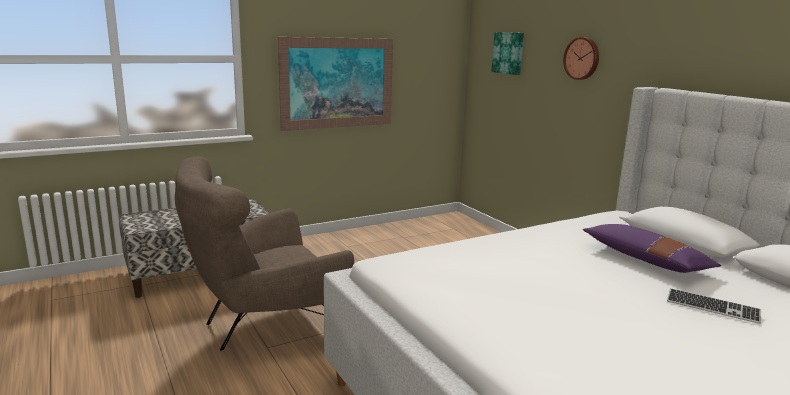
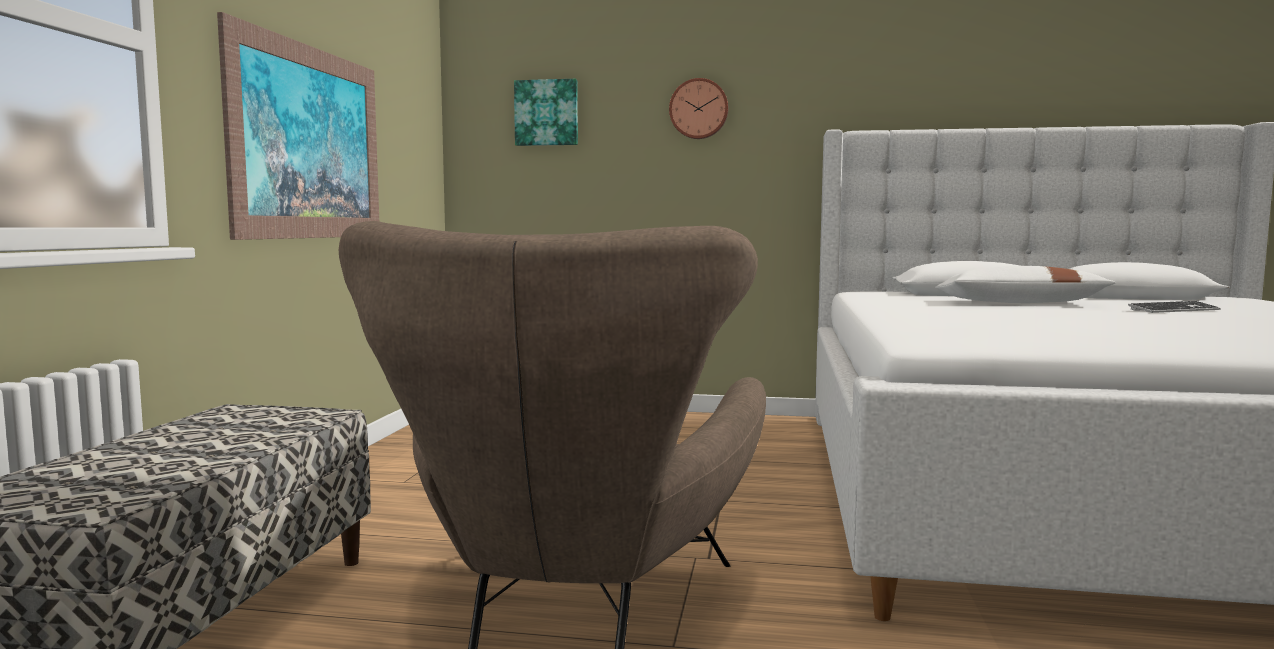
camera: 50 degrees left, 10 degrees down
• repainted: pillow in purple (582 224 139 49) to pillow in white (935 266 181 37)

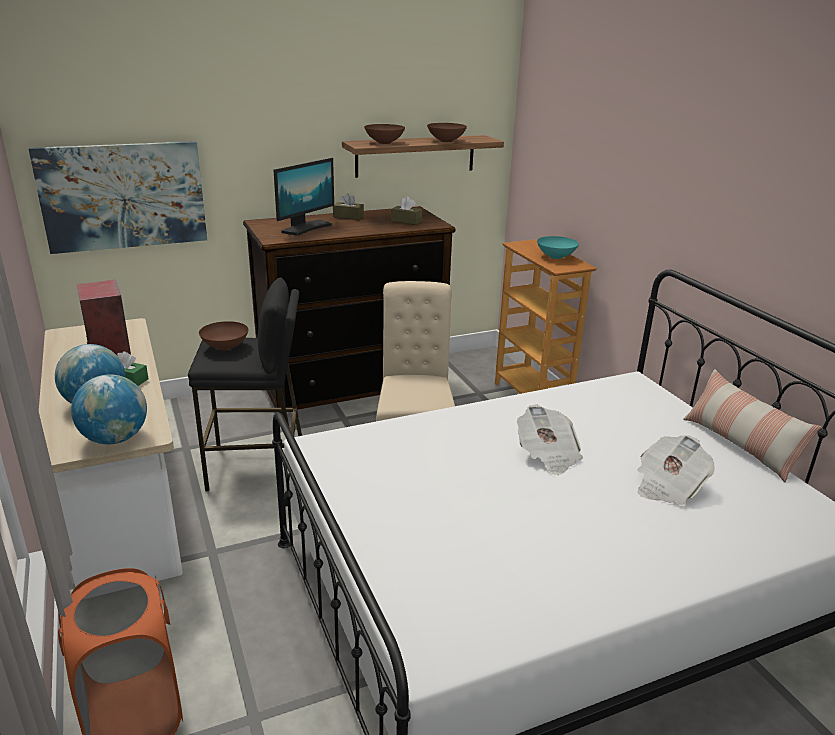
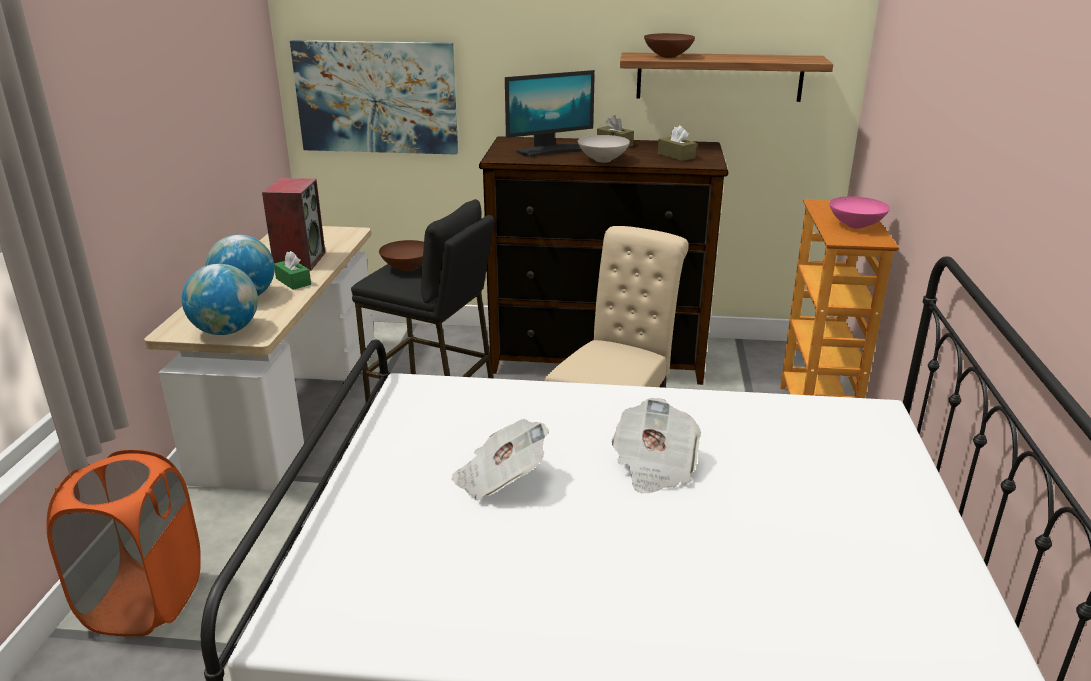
camera: 30 degrees right, 0 degrees up
• gone: bowl in brown (427 123 40 19)
• repainted: bowl in turquoise (537 236 42 23) to bowl in pink (829 196 61 33)
• shifted: newspaper (638 435 77 70) to (452 419 97 82)
• gone: pillow (683 369 139 113)
• new: bowl in white (578 135 52 27)

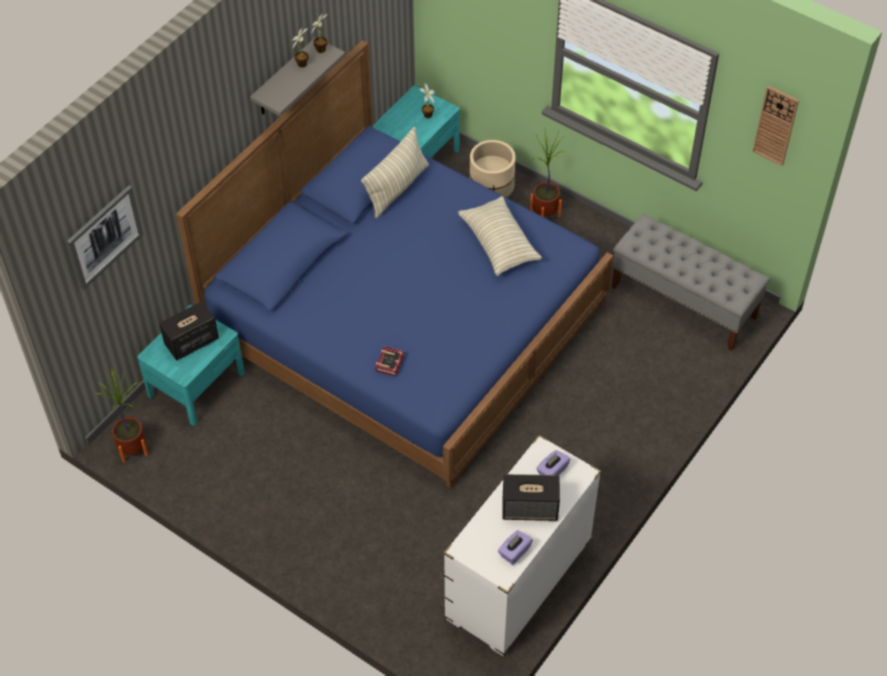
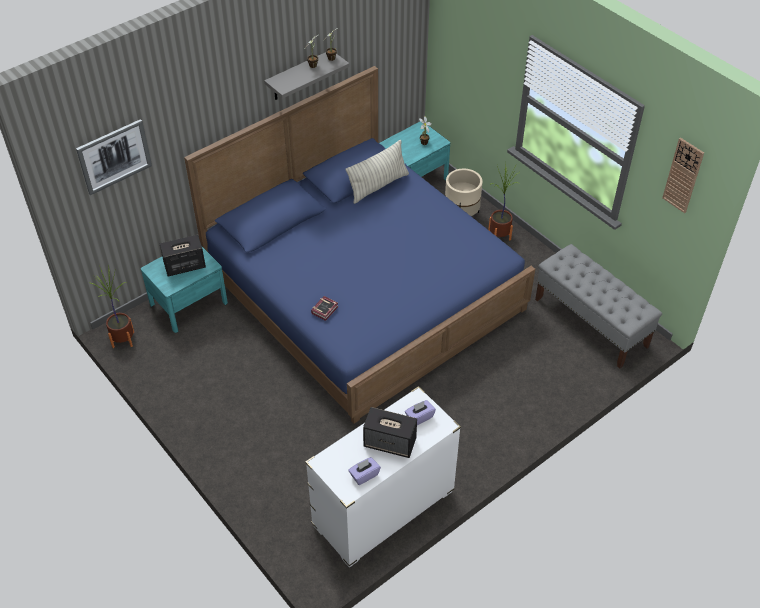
camera: 15 degrees right, 5 degrees down
• gone: pillow (458 196 84 80)

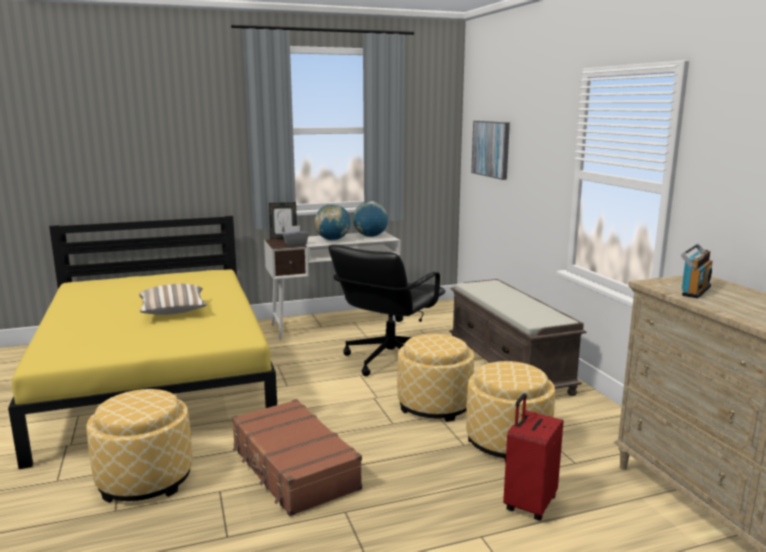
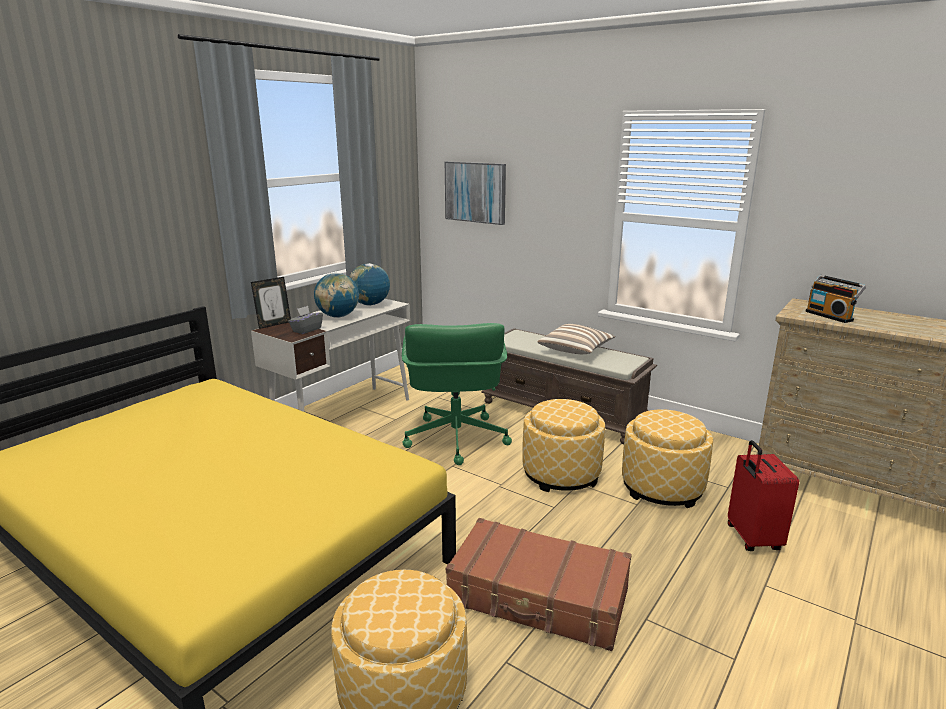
camera: 35 degrees left, 5 degrees up
• shifted: pillow (139 284 68 31) to (538 324 77 30)
• repainted: office chair in black (328 245 117 131) to office chair in green (402 323 110 142)
• rotated: radio (681 244 32 54) = (805 275 61 48) 150 degrees clockwise

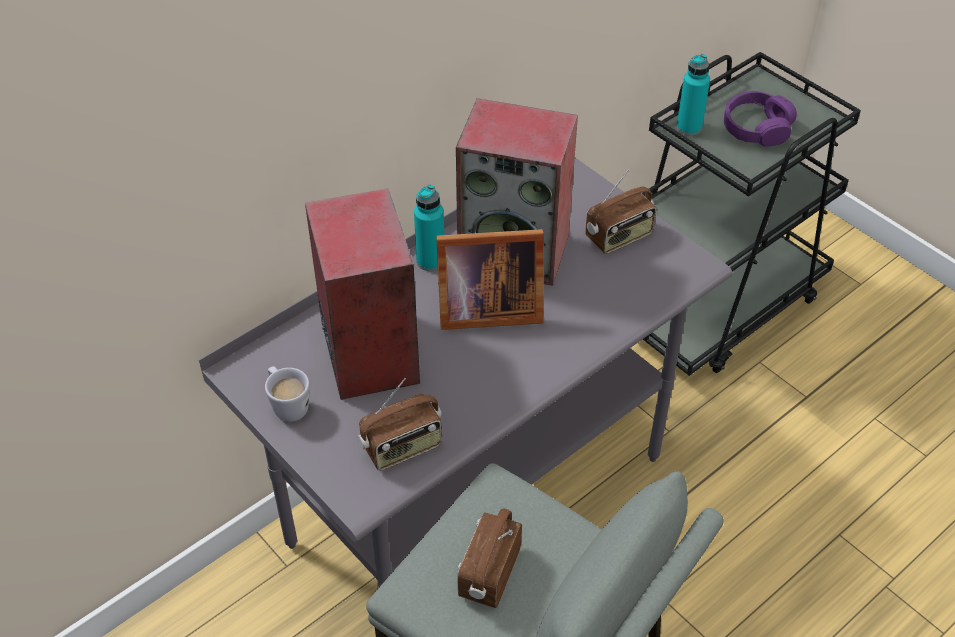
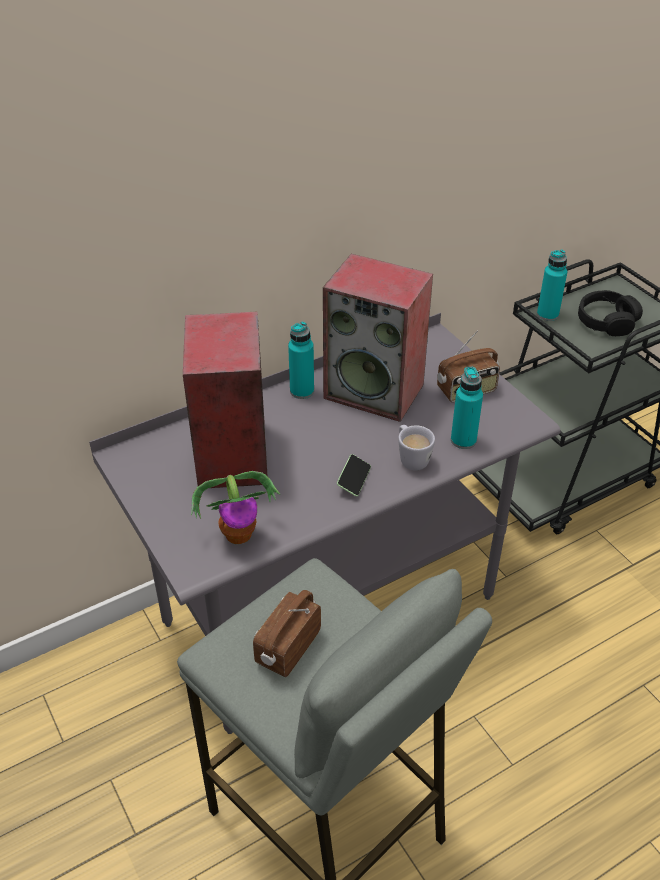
camera: 10 degrees right, 5 degrees down
• shifted: mug in white (265 366 45 56) to (398 425 37 46)
• swapped: radio (358 378 84 92) to potted plant (191 471 90 73)
• gone: picture frame (436 229 108 101)
• repainted: headphones in purple (724 91 73 56) to headphones in black (578 290 65 46)
• new: phone (337 454 34 42)
• new: bottle in turquoise (451 366 32 83)

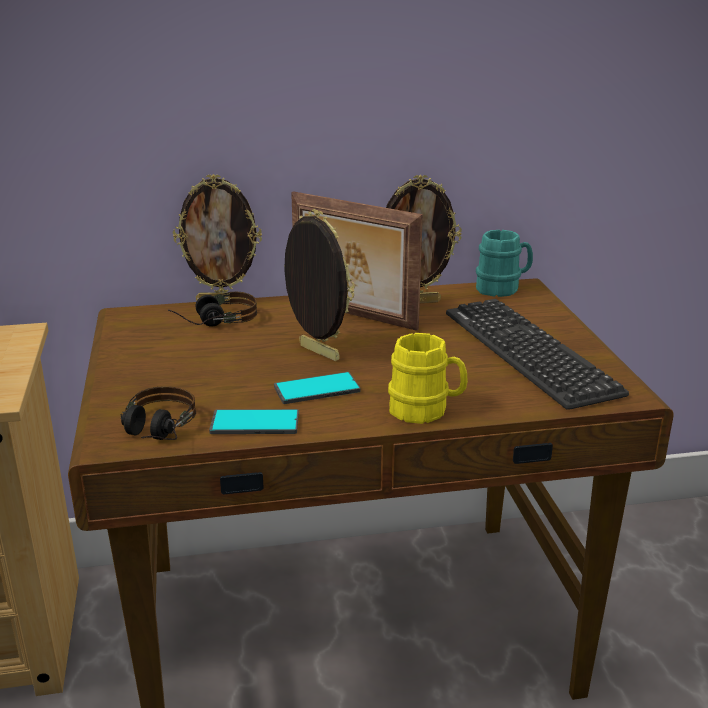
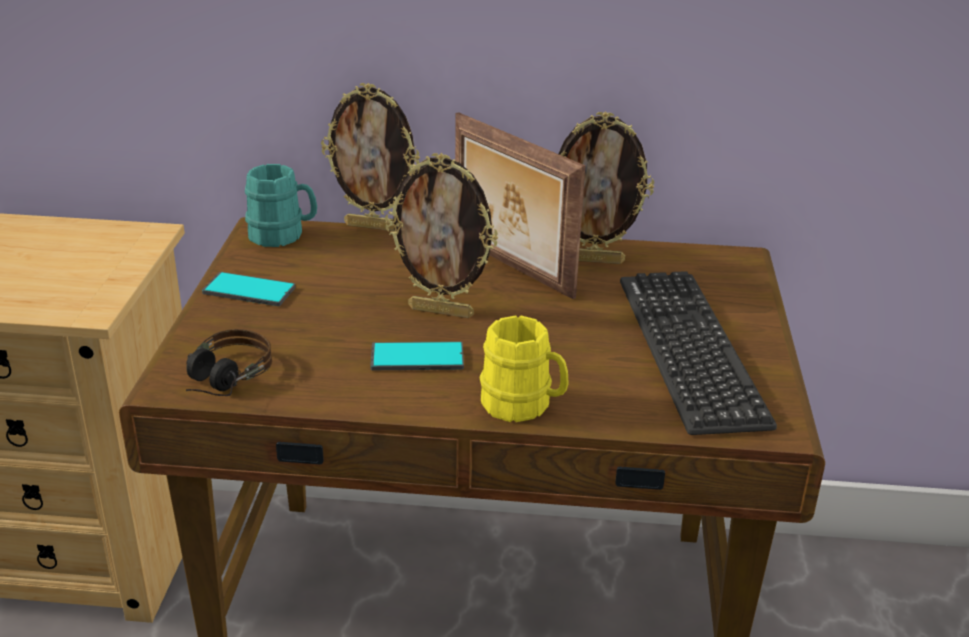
camera: 15 degrees right, 5 degrees up
• gone: headphones (168 292 89 35)
• shifted: phone (209 409 90 25) to (202 272 94 34)
• rotated: picture frame (284 209 71 152) = (385 153 113 165) 135 degrees clockwise
• shifted: mug in turquoise (476 230 57 67) to (245 164 72 83)

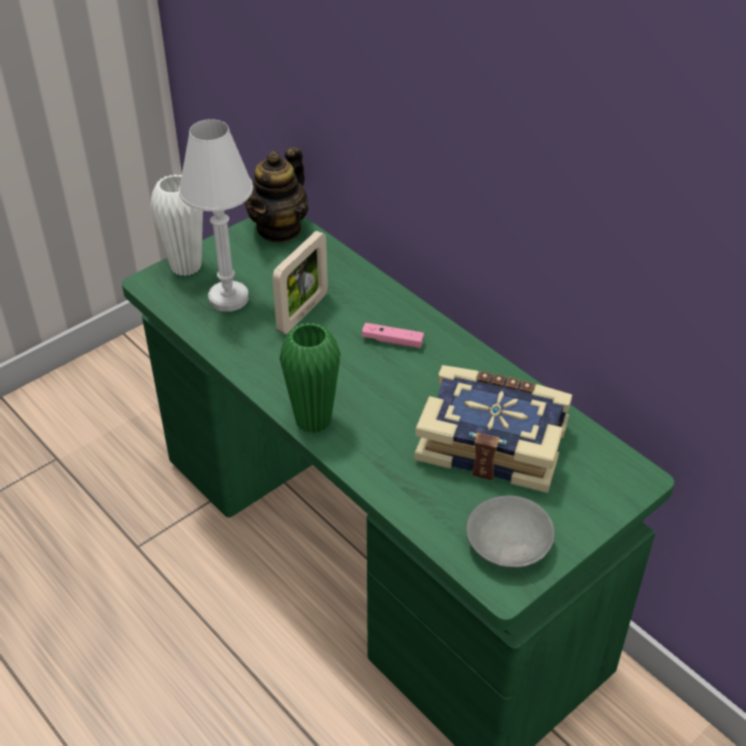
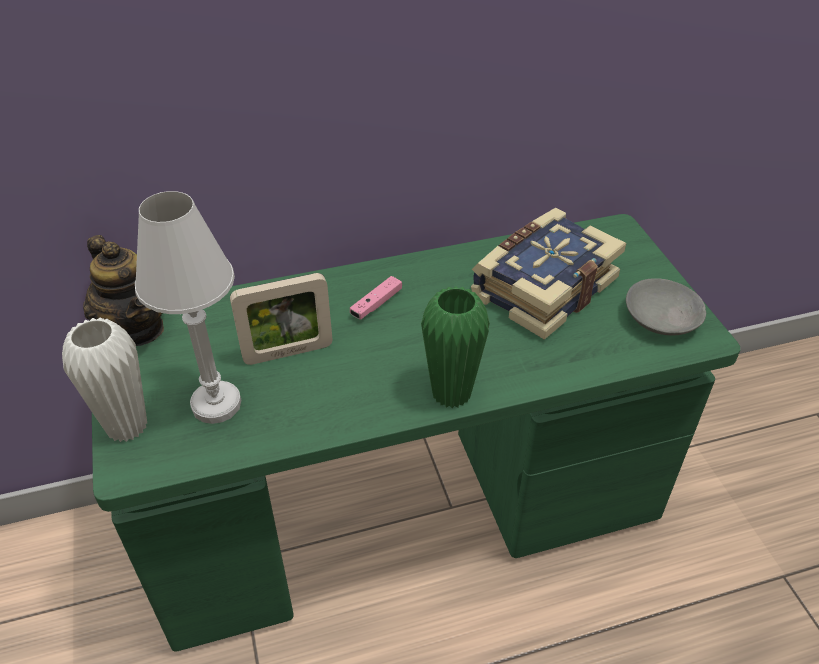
camera: 65 degrees left, 0 degrees up
• rotated: picture frame (272 231 56 103) = (230 273 103 92) 105 degrees clockwise

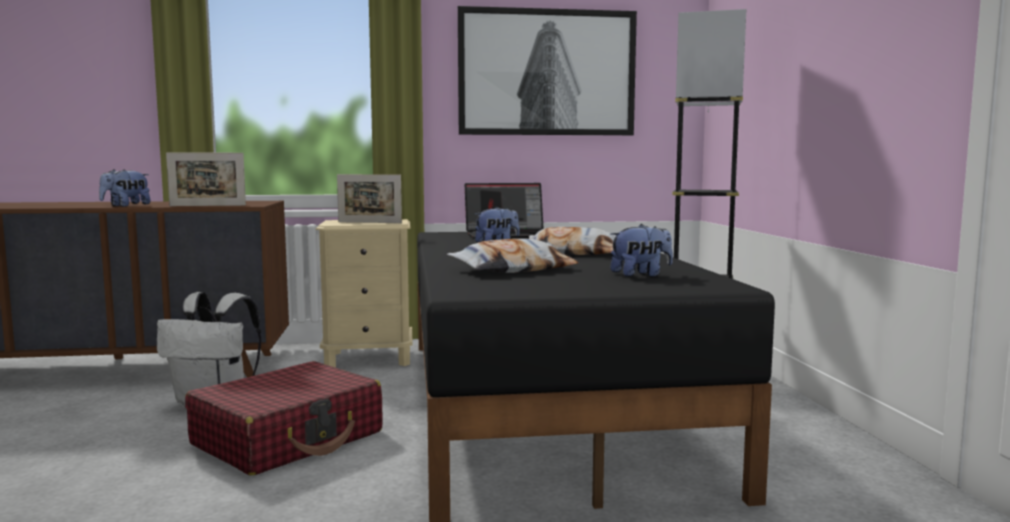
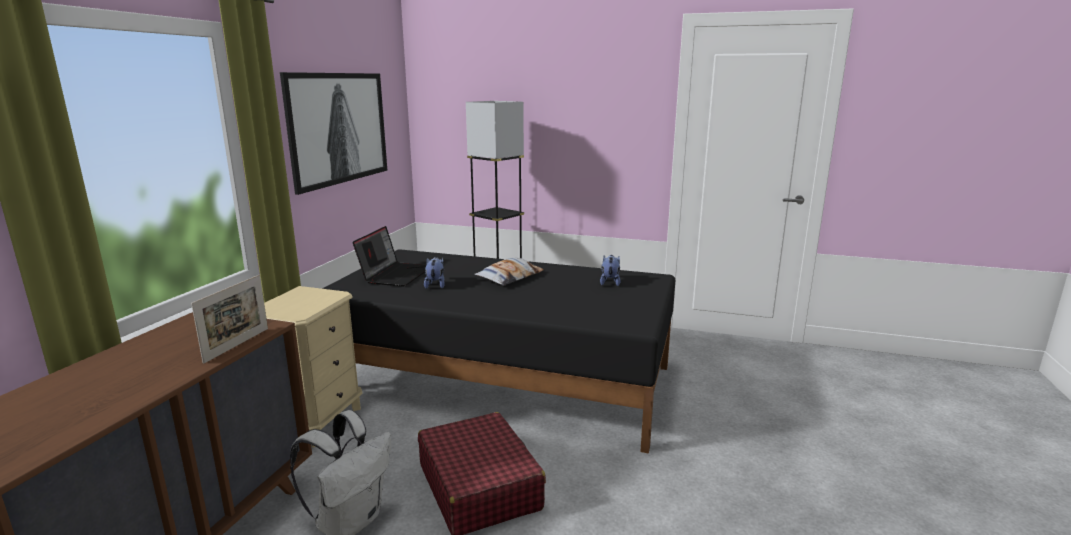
camera: 65 degrees left, 10 degrees up
• gone: plush toy (99 169 51 38)
• gone: picture frame (337 174 65 49)
• gone: pillow (447 238 132 35)

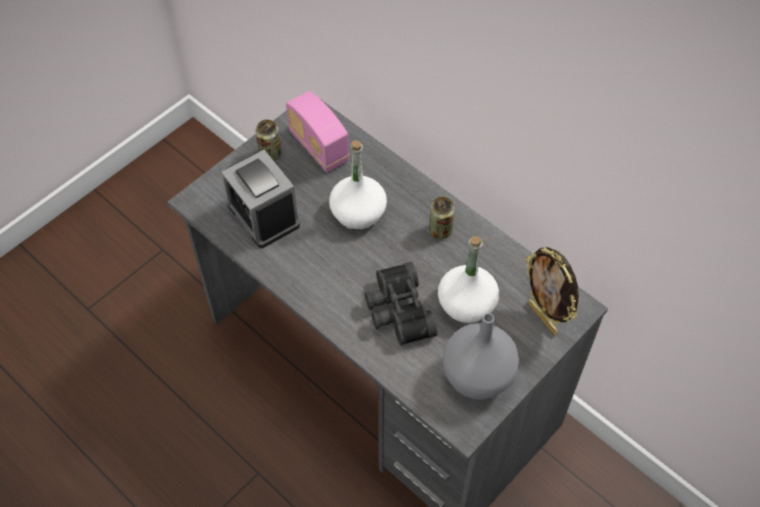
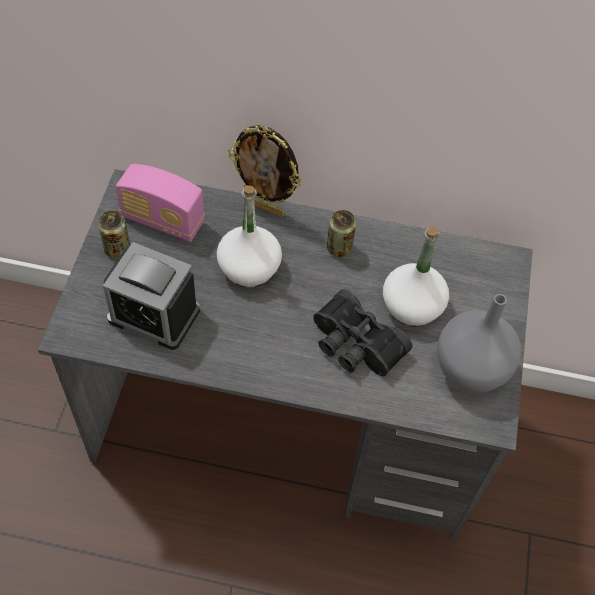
camera: 35 degrees left, 0 degrees up
• shifted: picture frame (525 247 54 88) to (228 125 74 92)

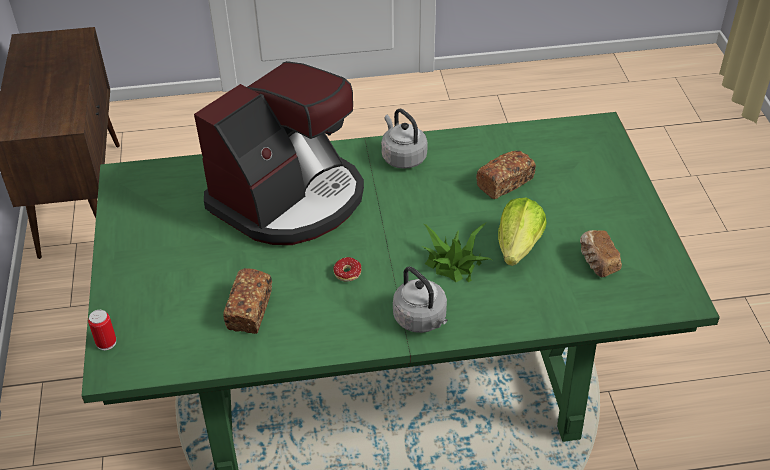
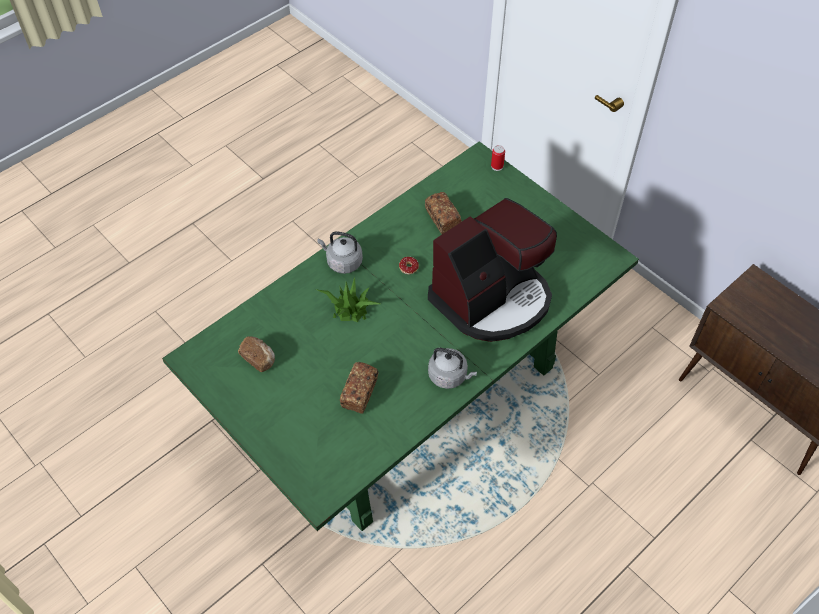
camera: 145 degrees right, 10 degrees up
• rotated: coffee machine (194 61 170 184) = (428 198 129 144) 135 degrees counterclockwise
• gone: lettuce (498 198 49 68)

